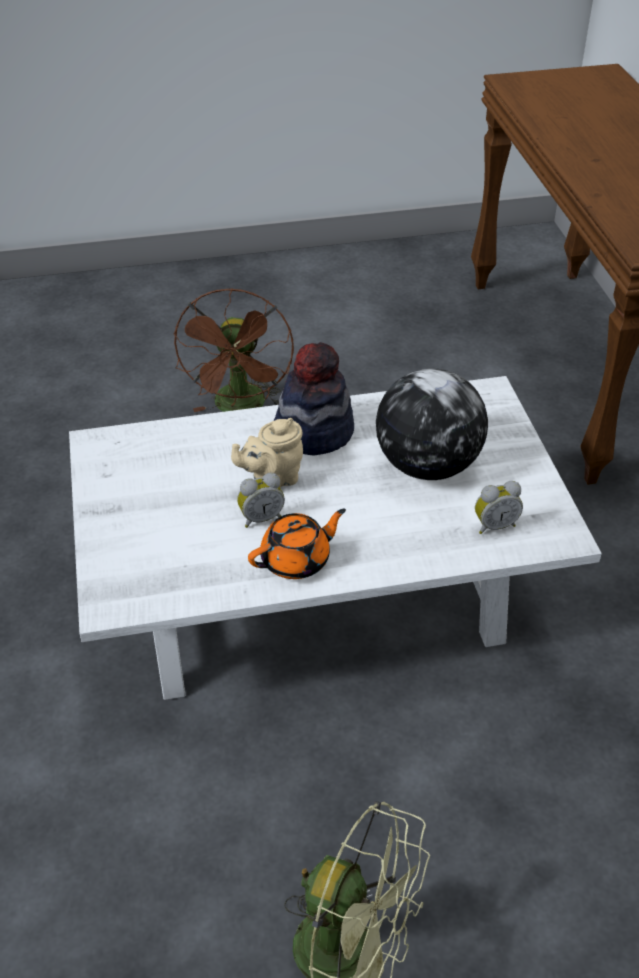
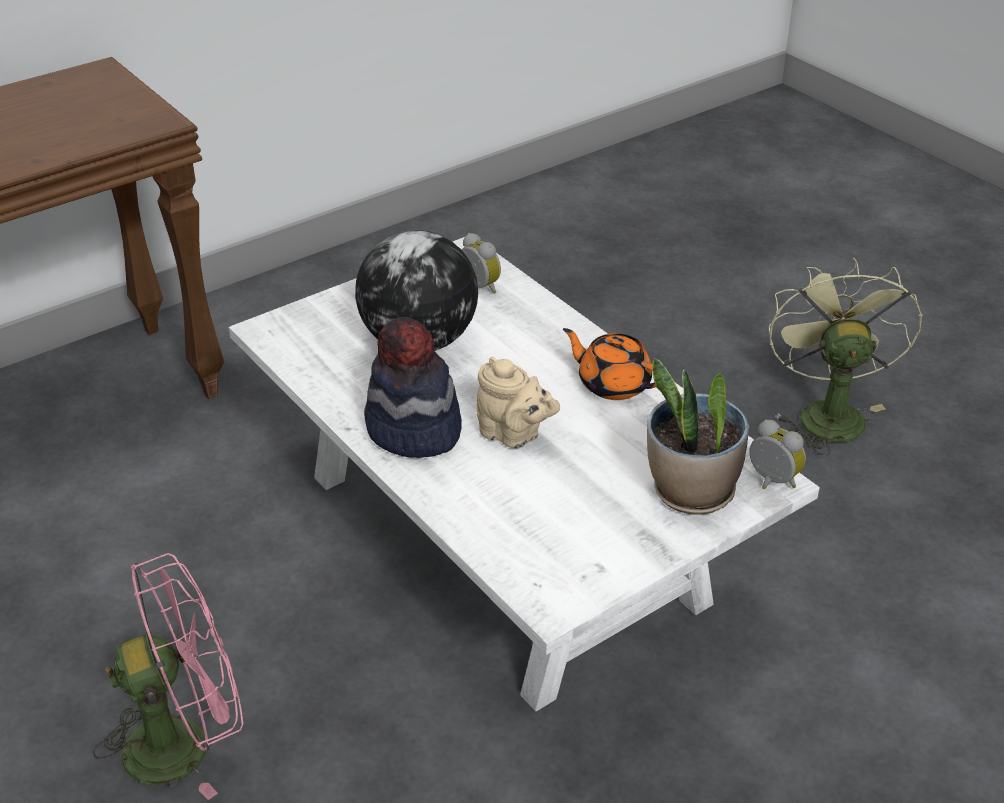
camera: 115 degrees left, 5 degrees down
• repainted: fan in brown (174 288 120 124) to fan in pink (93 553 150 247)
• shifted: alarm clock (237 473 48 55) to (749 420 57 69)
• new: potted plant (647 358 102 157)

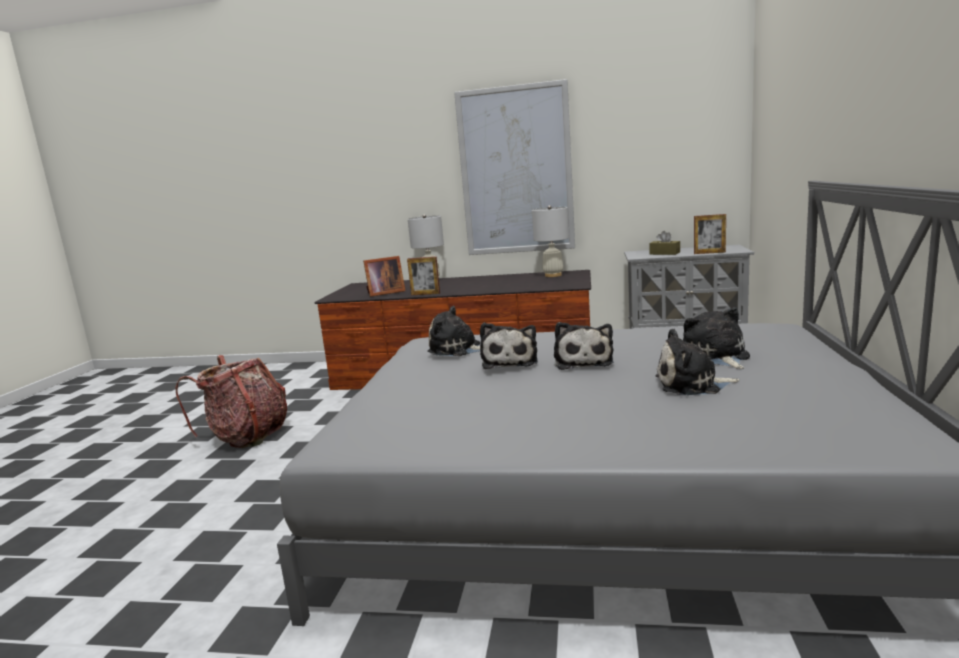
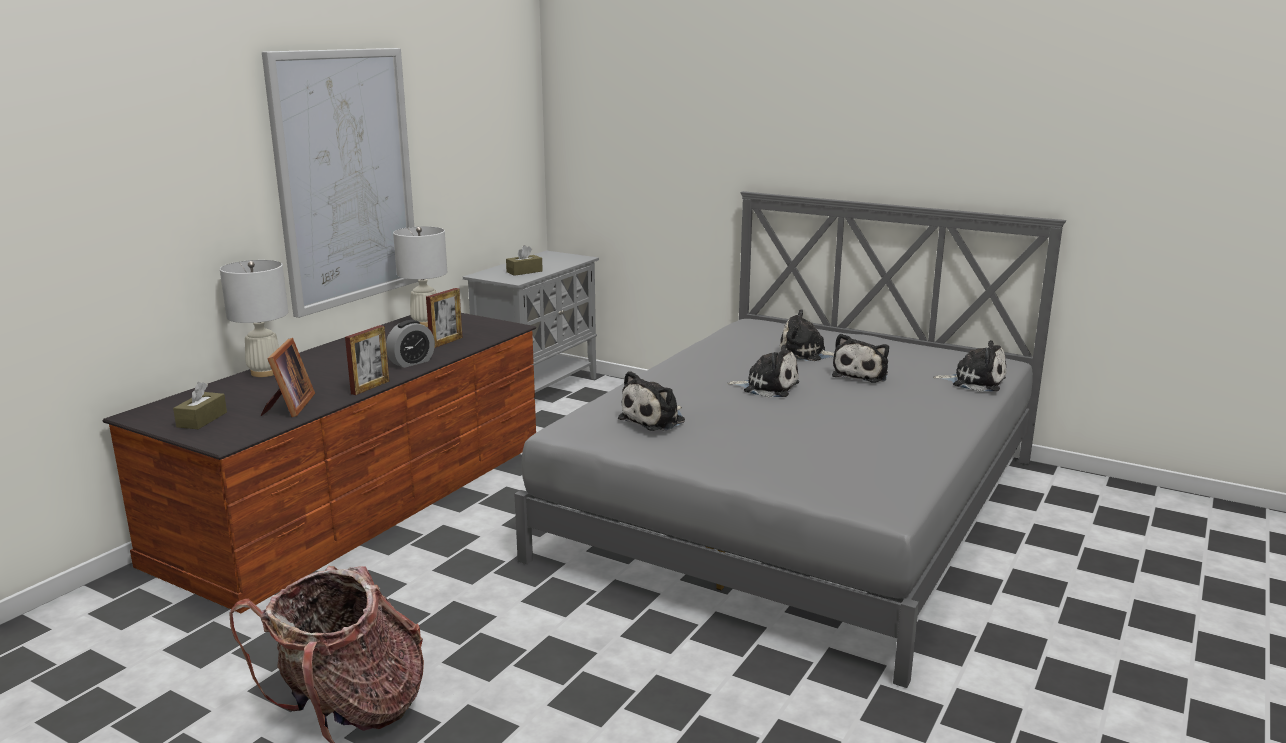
camera: 70 degrees left, 5 degrees up
• shifted: plush toy (480 323 58 46) to (933 340 73 52)
• shifted: picture frame (694 214 32 40) to (426 288 37 60)
• new: tissue box in brown (173 382 54 47)
• new: alarm clock (386 320 49 48)

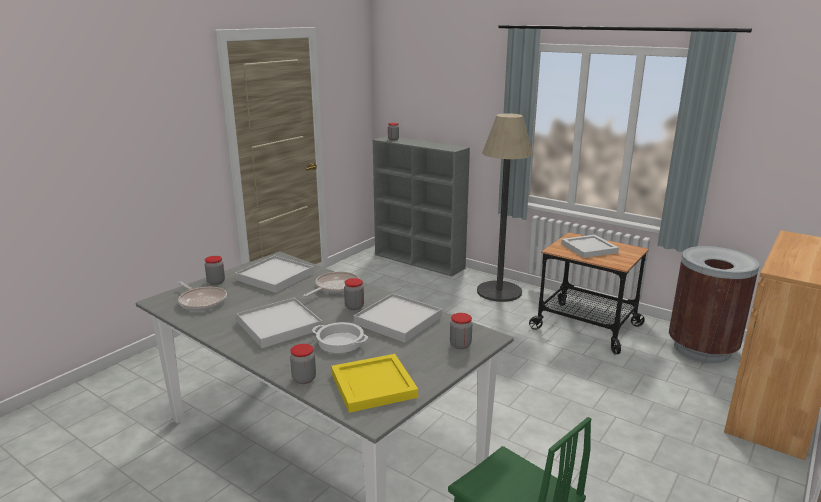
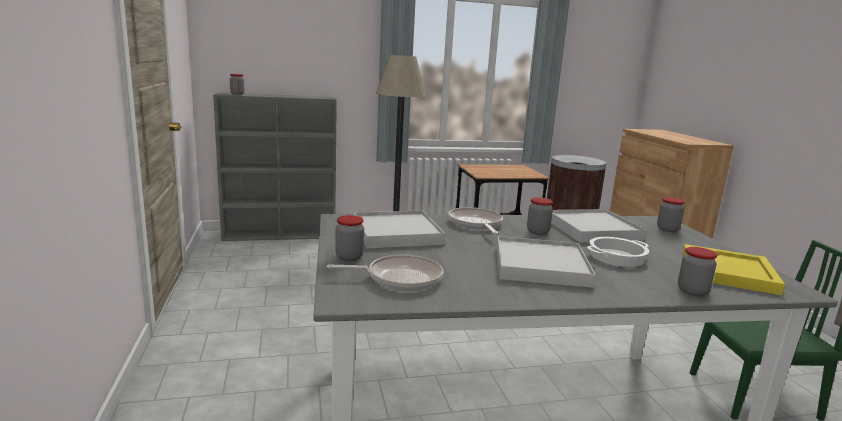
camera: 50 degrees left, 5 degrees down
• gone: tray in white (561 235 58 23)

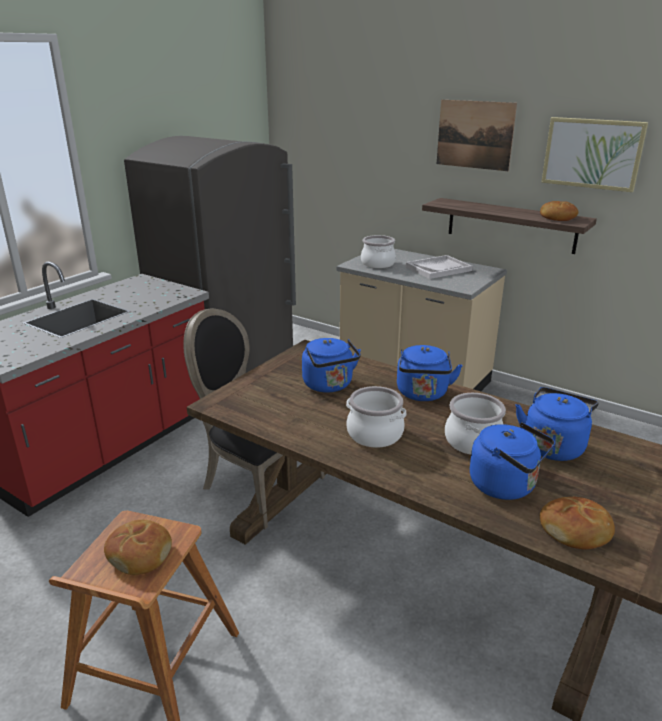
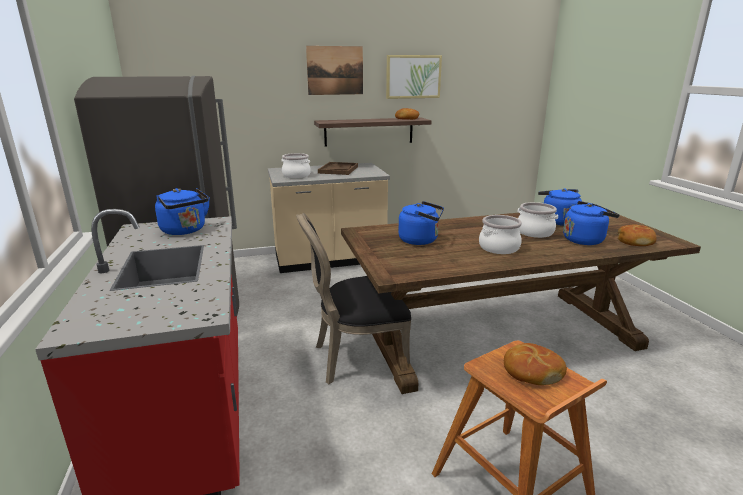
camera: 50 degrees left, 5 degrees down
• shifted: kettle in blue (397 345 66 56) to (155 188 55 47)
• repainted: tray in white (405 255 68 24) to tray in brown (318 162 40 13)

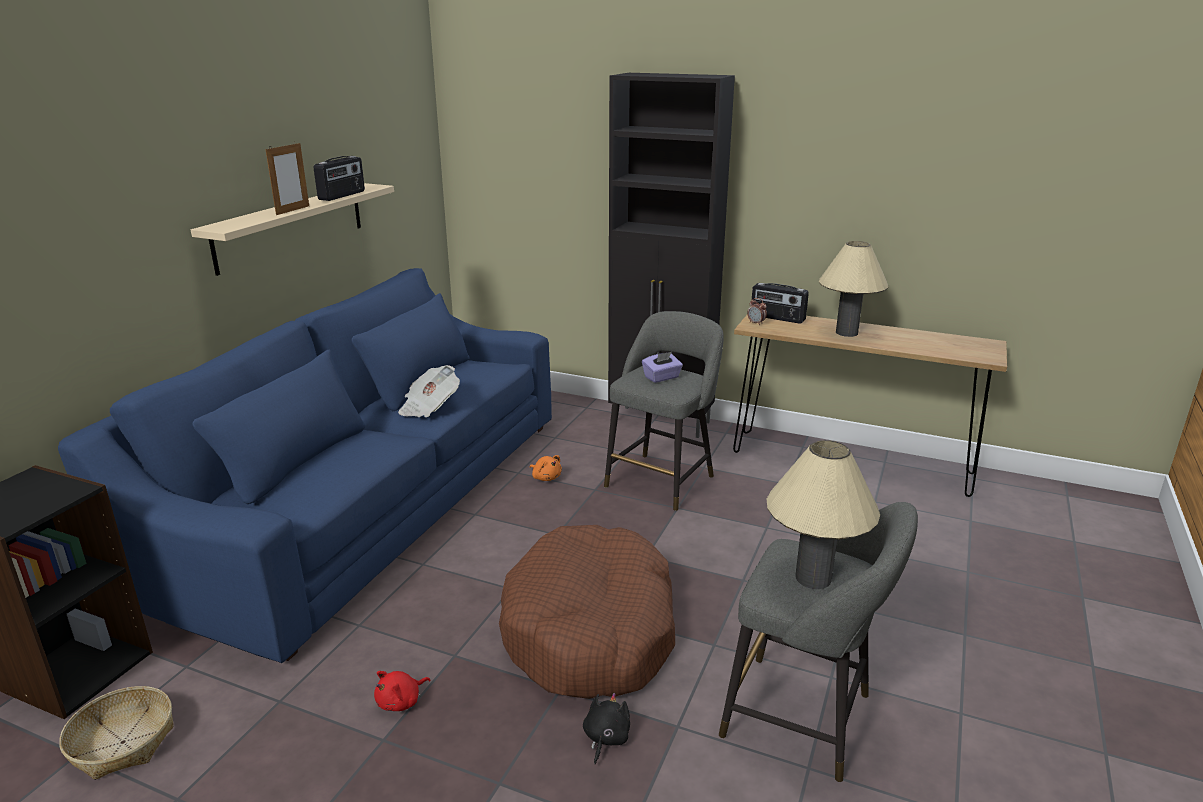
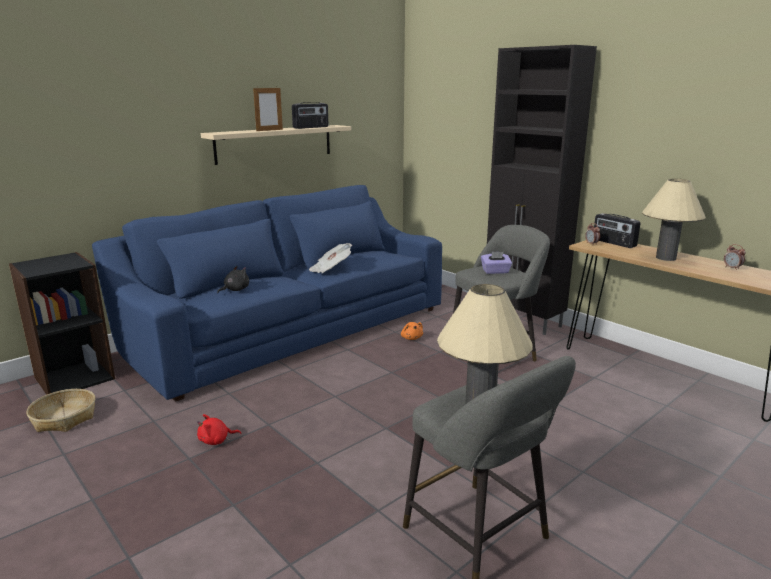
camera: 25 degrees right, 5 degrees down
• gone: dog bed in brown (499 525 176 174)
• shifted: plush toy in black (583 693 47 71) to (217 266 32 27)
• new: alarm clock (724 244 22 26)

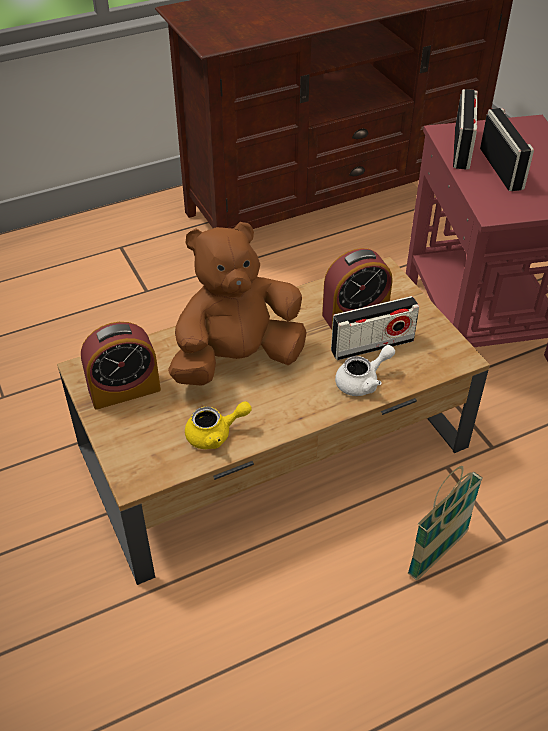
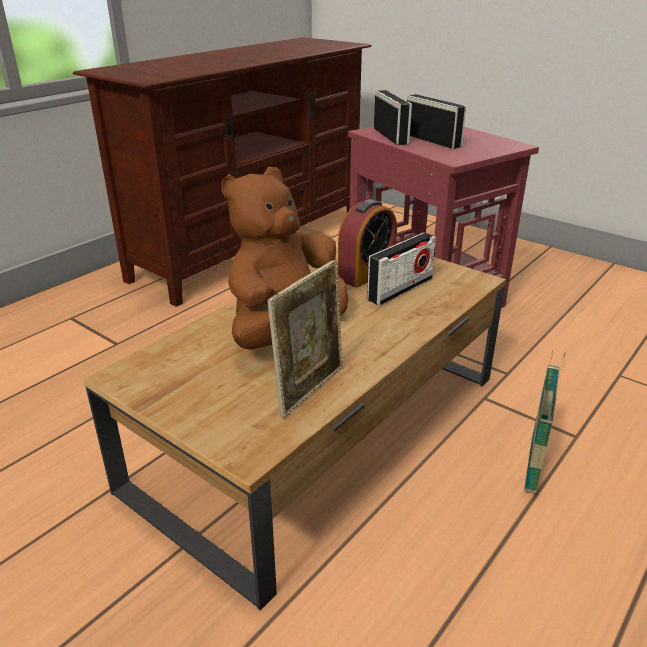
camera: 25 degrees left, 15 degrees down
• gone: alarm clock (81 322 80 88)
• swapped: teapot in yellow (185 401 67 48) to picture frame (267 260 76 158)
• gone: teapot in white (335 345 60 51)

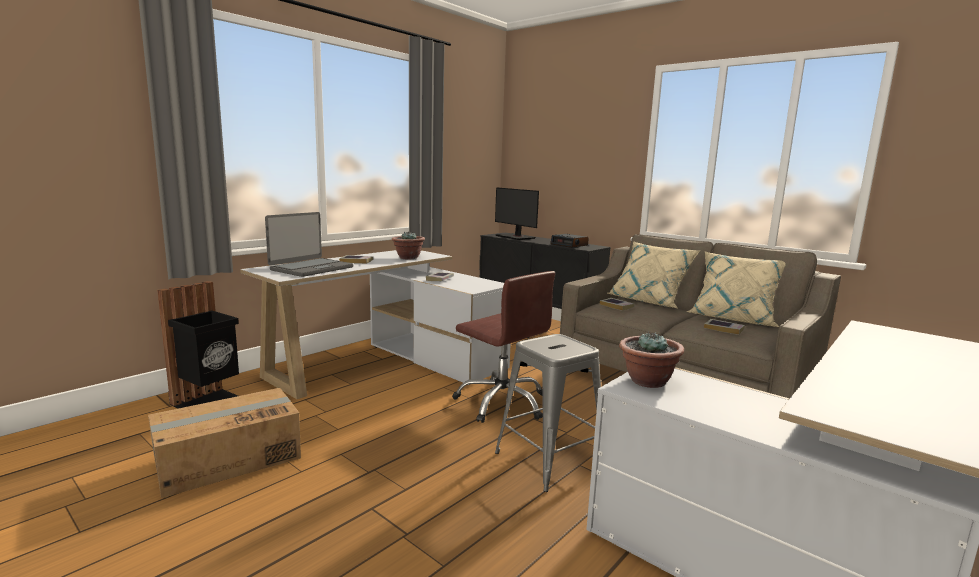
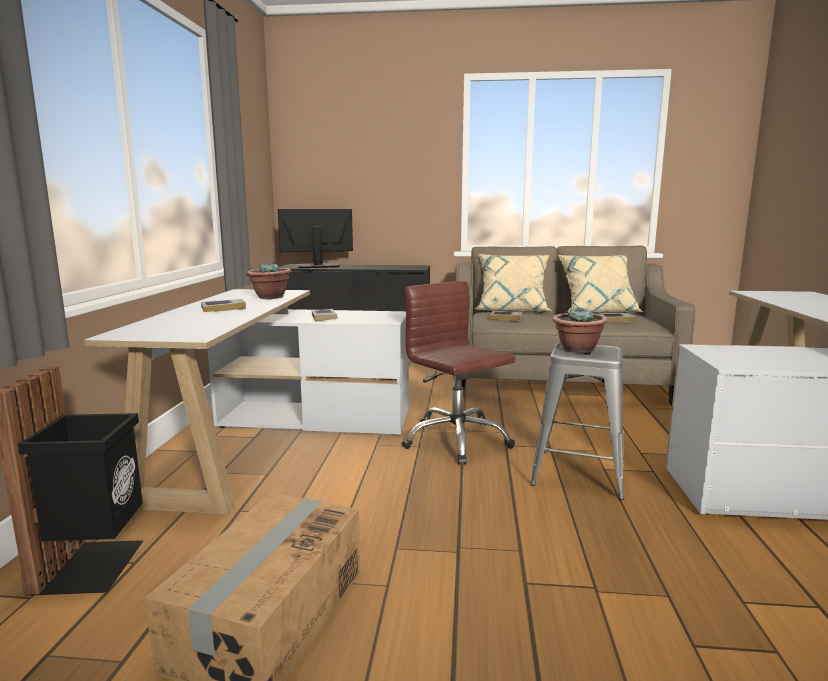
camera: 35 degrees left, 0 degrees up
• gone: laptop (265 212 88 65)
• rotated: office chair in brown (452 271 103 152) = (402 281 114 184) 135 degrees counterclockwise
• rotated: monitor (495 187 44 53) = (278 209 75 59) 150 degrees clockwise
• gone: alarm clock (550 234 39 14)
• shifted: potted plant (619 331 65 57) to (552 307 56 46)

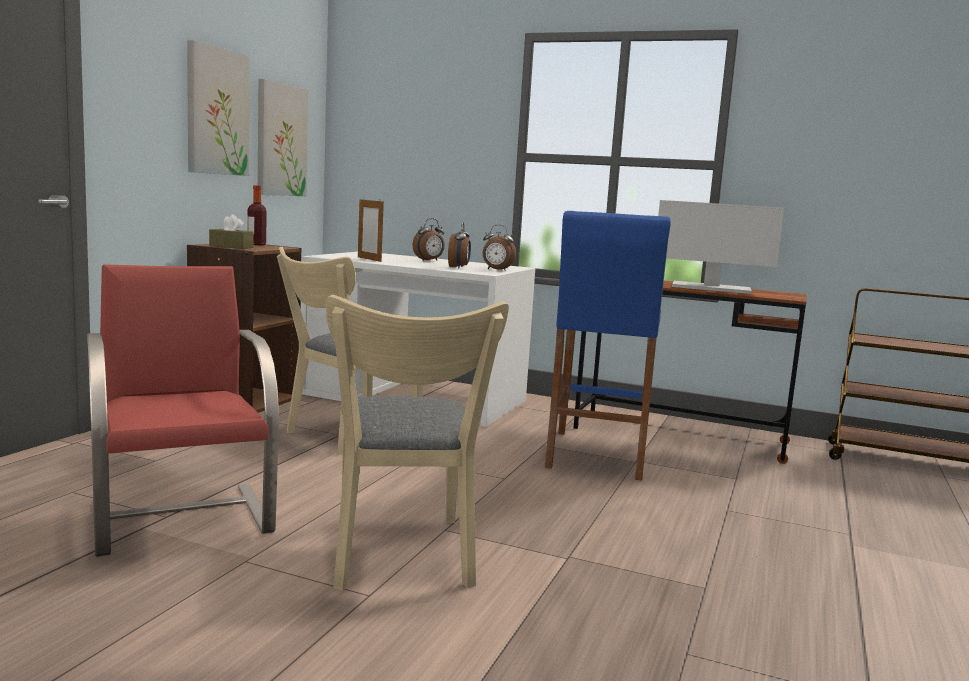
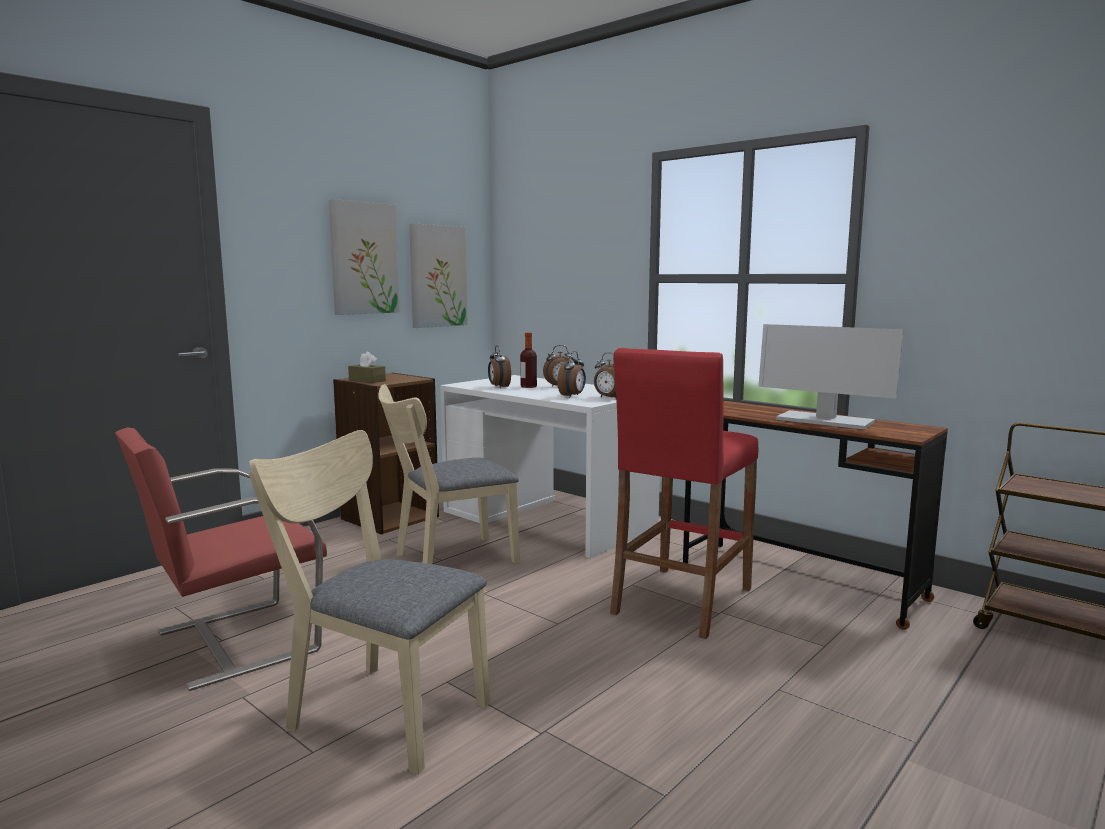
camera: 20 degrees right, 0 degrees up
• rotated: chair in red (87 264 192 293) = (115 427 212 264) 120 degrees counterclockwise
• shifted: bottle (247 185 20 60) to (520 333 17 55)
• rotated: chair in beige (326 295 183 296) = (248 430 242 345) 105 degrees clockwise
• swapped: picture frame (358 199 26 63) to alarm clock (488 346 23 42)
• repainted: stool in blue (545 211 126 270) to stool in red (610 348 148 291)

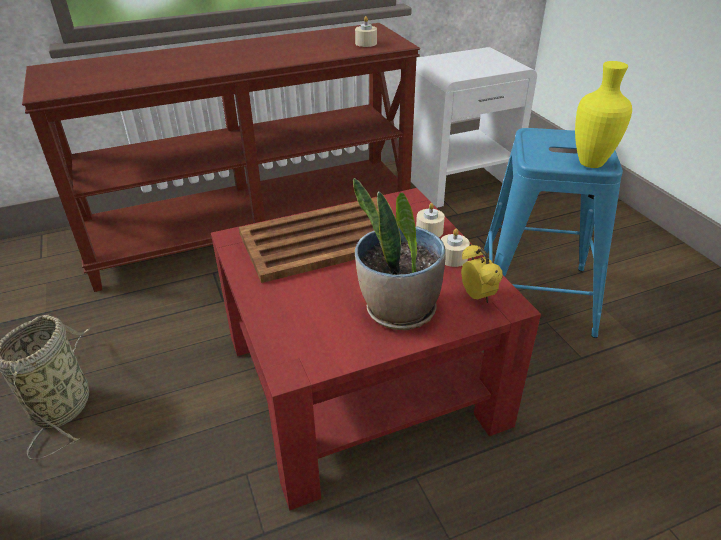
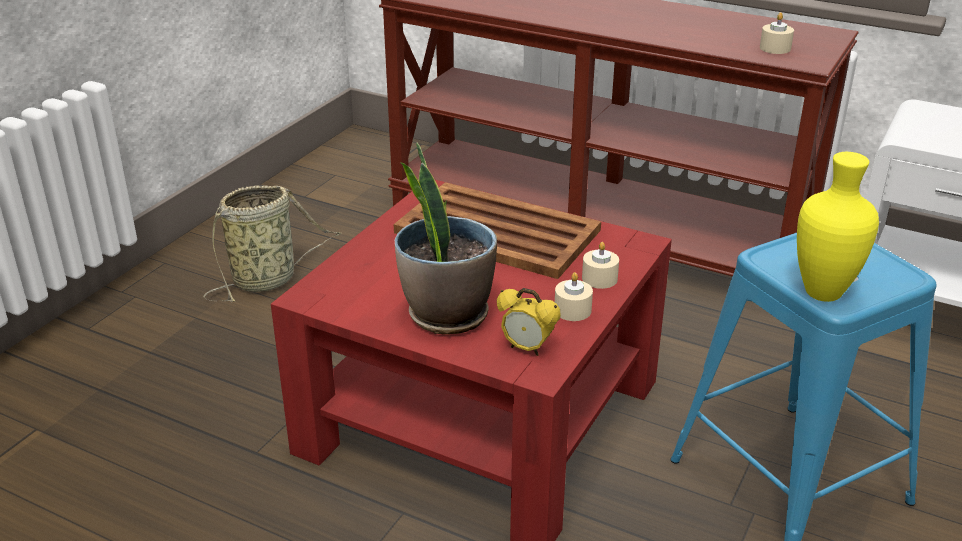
camera: 50 degrees right, 5 degrees down
• rotated: alarm clock (461 244 42 59) = (497 288 64 68) 90 degrees clockwise

